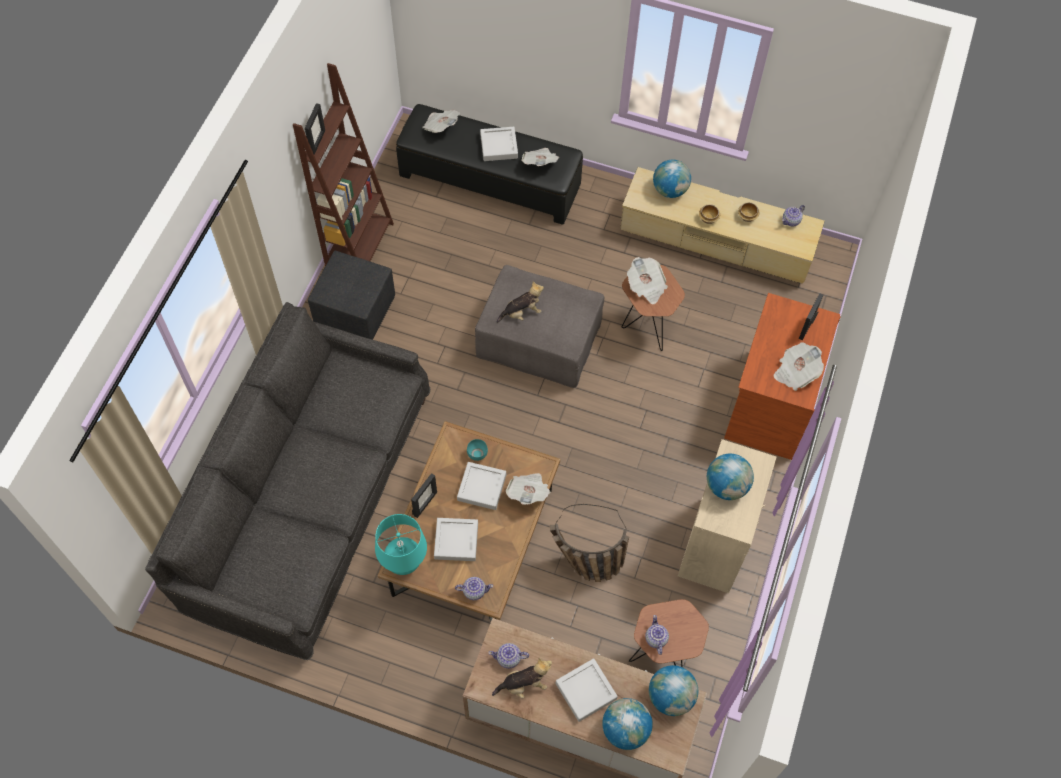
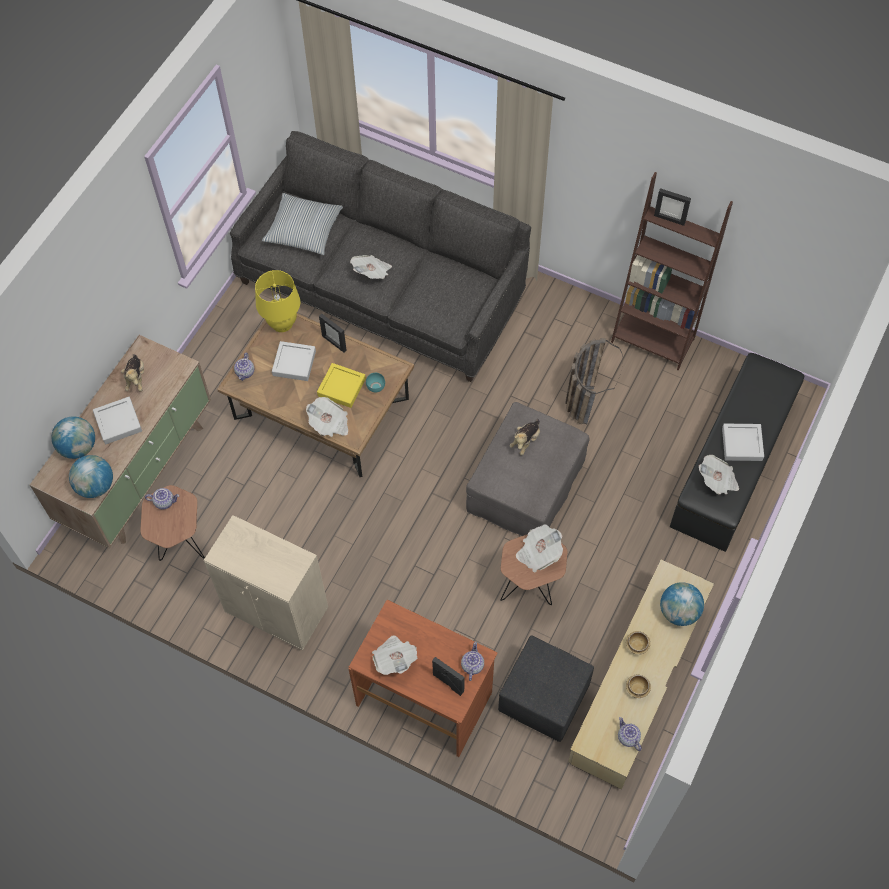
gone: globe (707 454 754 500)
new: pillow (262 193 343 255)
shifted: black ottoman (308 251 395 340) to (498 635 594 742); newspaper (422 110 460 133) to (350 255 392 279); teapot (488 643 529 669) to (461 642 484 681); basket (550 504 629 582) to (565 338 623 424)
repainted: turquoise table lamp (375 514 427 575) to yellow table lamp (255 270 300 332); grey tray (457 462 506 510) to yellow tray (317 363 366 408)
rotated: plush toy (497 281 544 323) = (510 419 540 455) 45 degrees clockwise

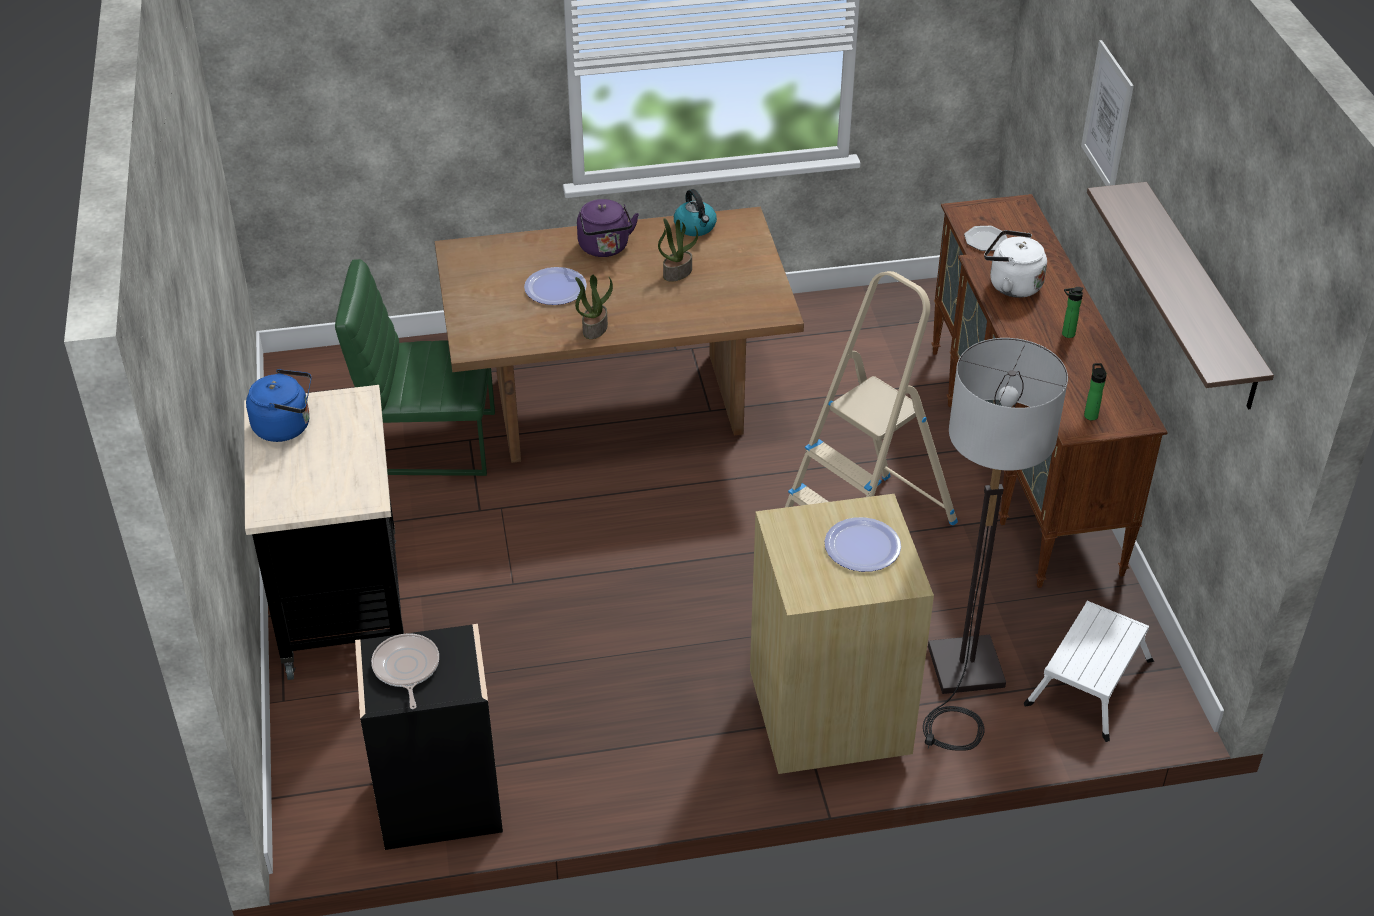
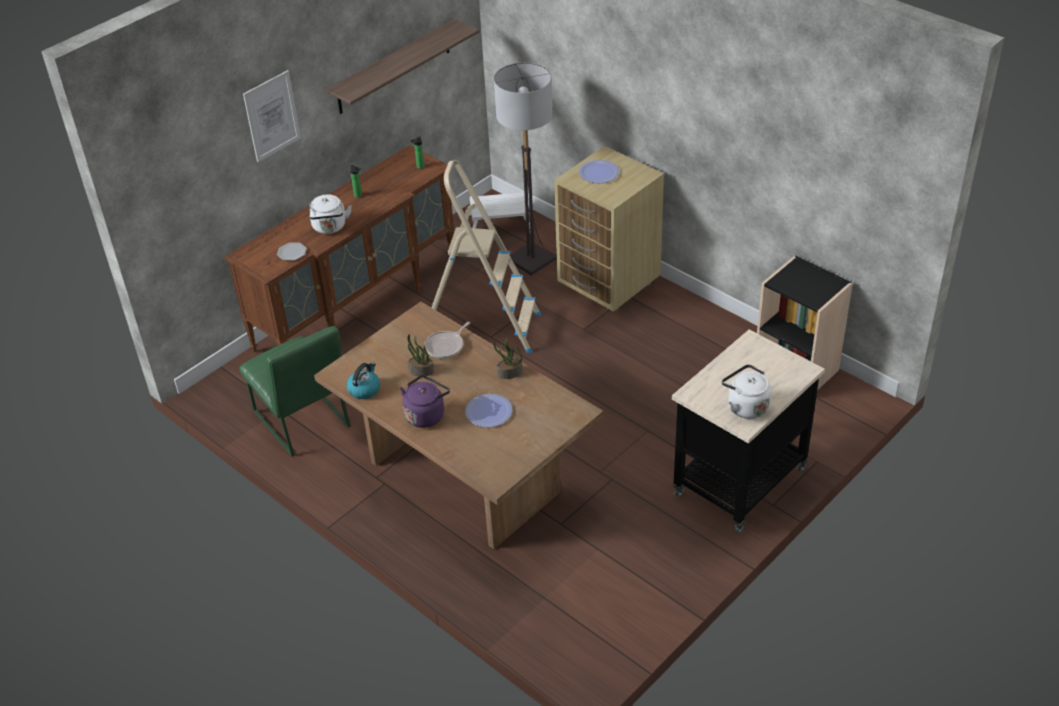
shifted: green chair (335 259 495 476) to (239 326 351 457); frying pan (371 633 439 709) to (425 322 470 359)
repainted: blue kettle (246 369 311 442) to white kettle (722 364 771 419)

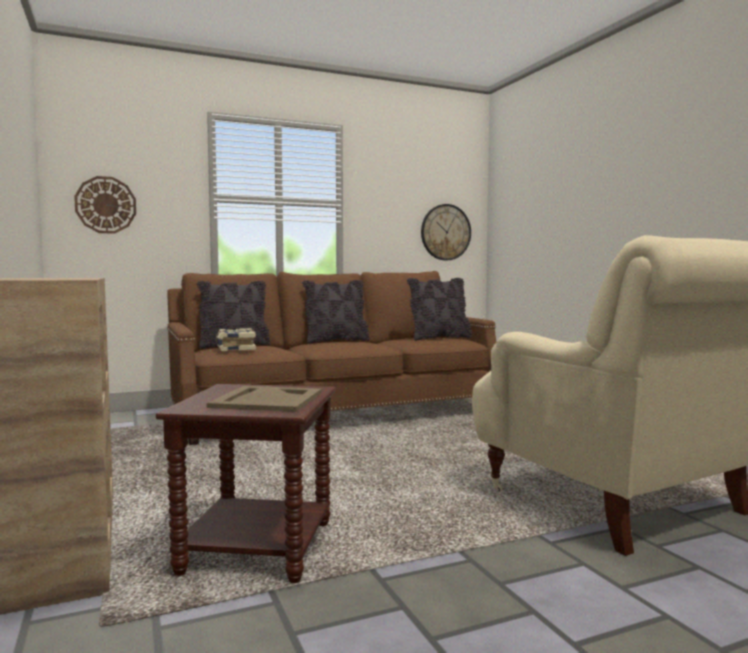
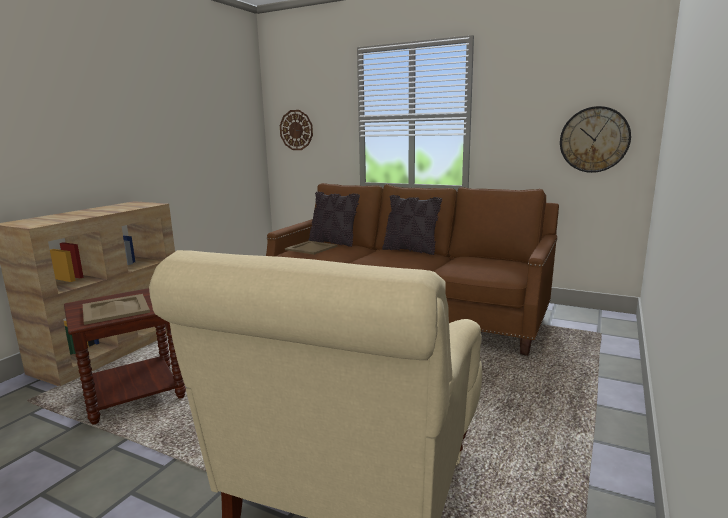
gone: black pillow (407 278 472 341)
swapped: book (216 328 256 351) to beige tray (285 241 338 255)

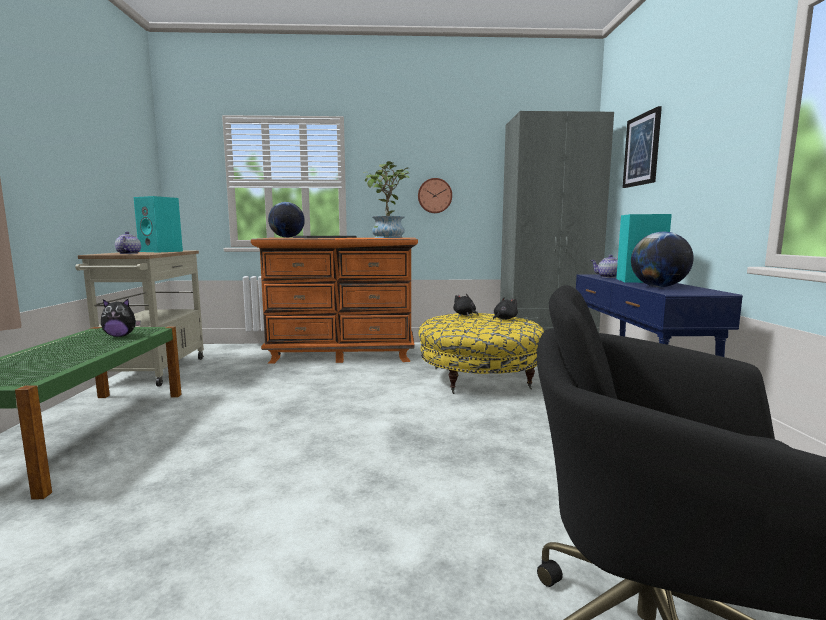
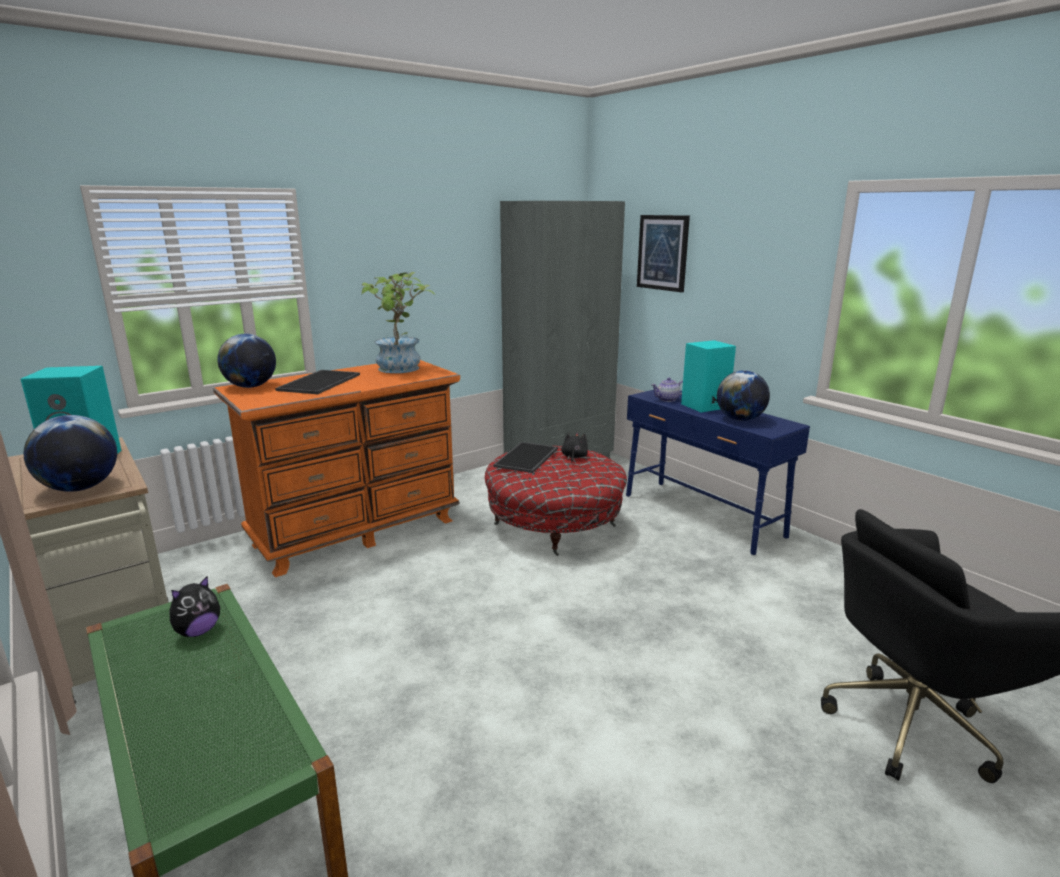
gone: wall clock (418 178 452 213)
swapped: teapot (115 232 141 254) to globe (24 415 117 492); black plush toy (453 294 478 315) to tray (493 442 558 473)
repainted: yellow ottoman (418 313 544 394) to red ottoman (485 446 627 556)

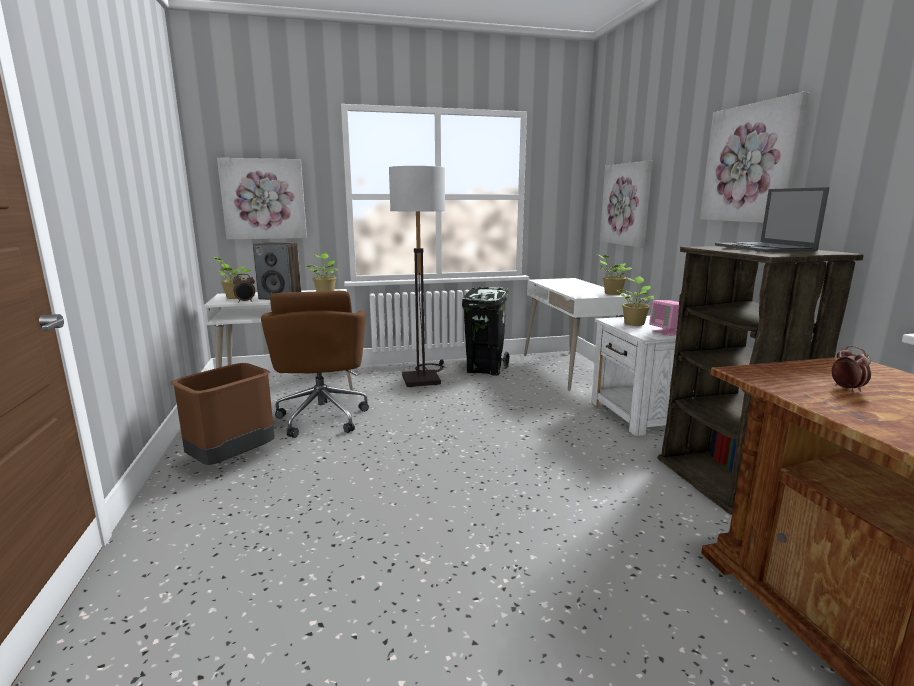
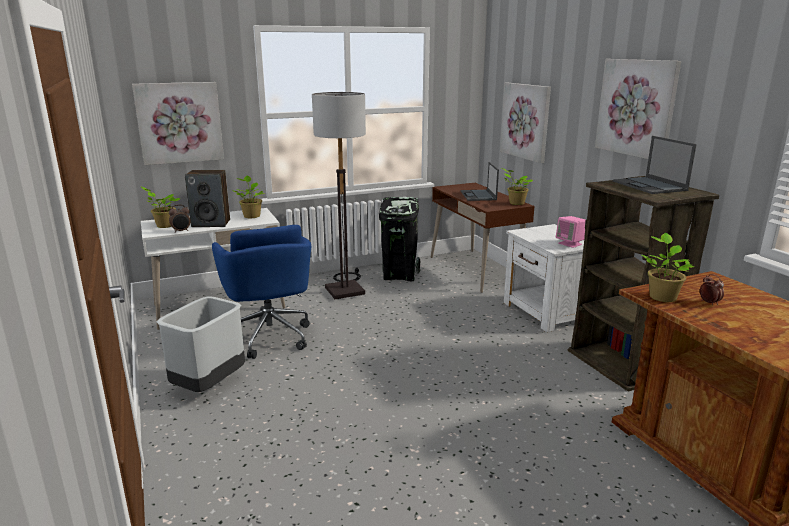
new: laptop (461 162 499 201)
shifted: potted plant (616 276 655 326) to (642 233 694 302)
repainted: brown trash can (171 363 275 465) to grey trash can (157 296 245 392); brown office chair (261 291 369 438) to blue office chair (212 225 311 359); white desk (524 278 633 391) to brown desk (431 183 535 293)

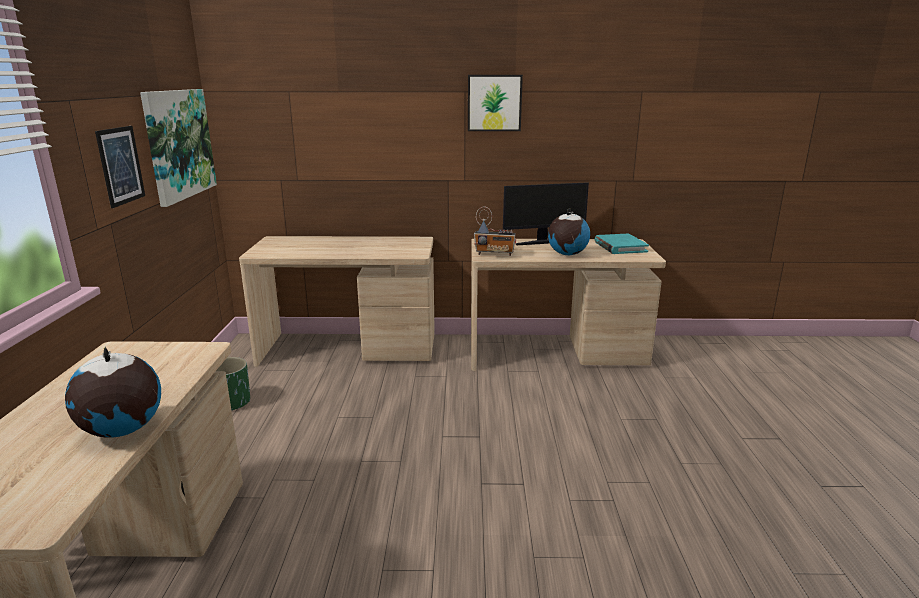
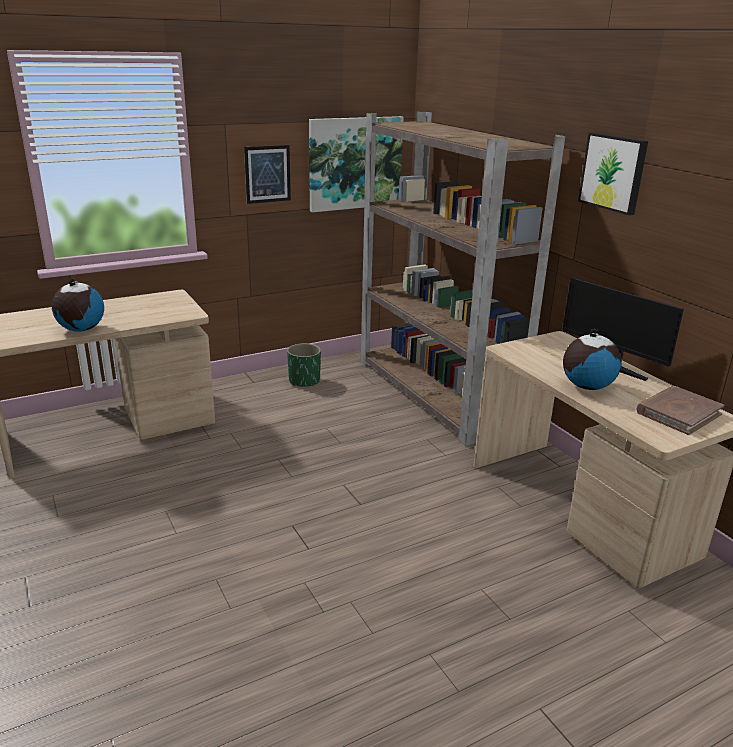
gone: radio (474 207 516 256)
swapped: beige desk (239 236 435 367) to brown bookcase (361 112 566 446)
repainted: turquoise book (594 234 649 254) to brown book (636 386 724 435)

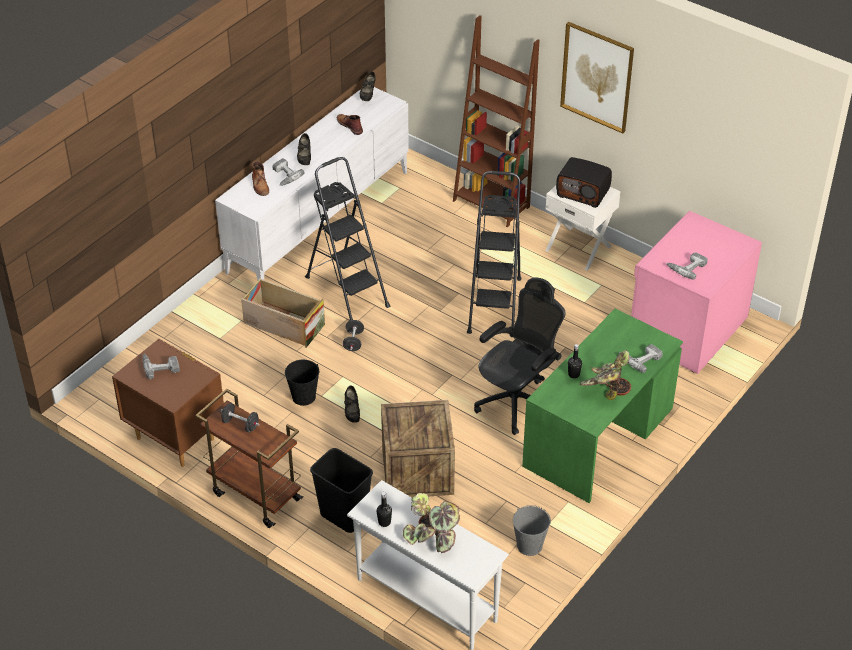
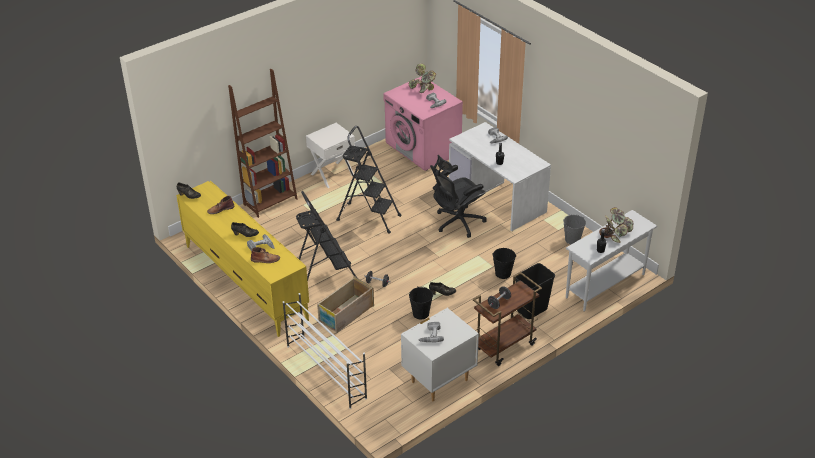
gone: radio (556 157 612 208); picture (560 22 634 133)
new: white shoe rack (283 293 367 409)
shifted: potted plant (580 350 631 400) to (409 63 436 93)
swapped: crate (381 400 455 497) to black bucket (492 248 516 279)
repainted: brown nightstand (112 339 224 467) to white nightstand (401 308 479 401); white cabinet (215 87 409 280) to yellow cabinet (176 181 309 337); green desk (522 308 683 503) to white desk (449 122 551 231)
rotated: office chair (474 277 566 435) = (430 155 486 238) 90 degrees counterclockwise

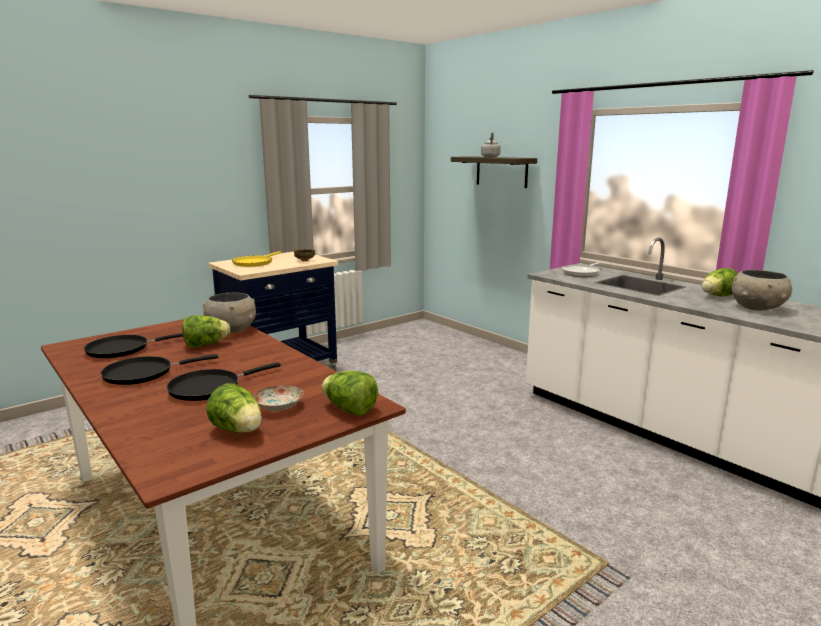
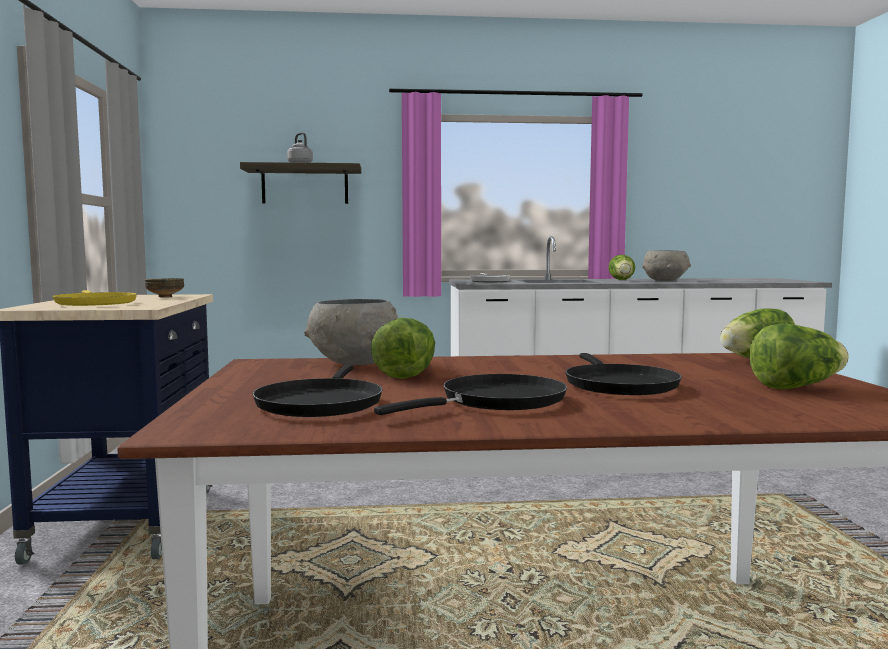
gone: plate (253 385 304 411)
rotated: black frying pan (100 354 219 385) = (374 374 567 415) 135 degrees counterclockwise

